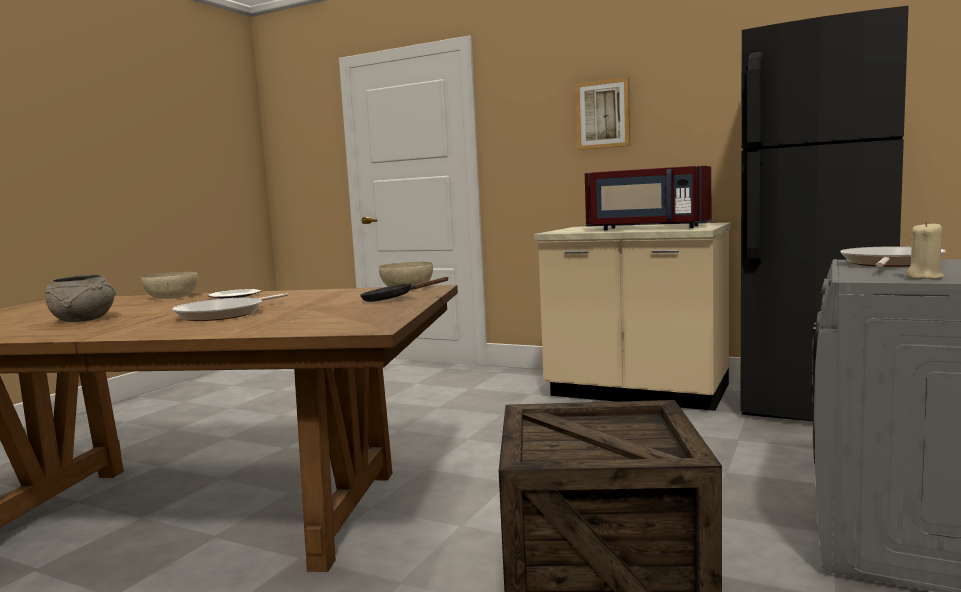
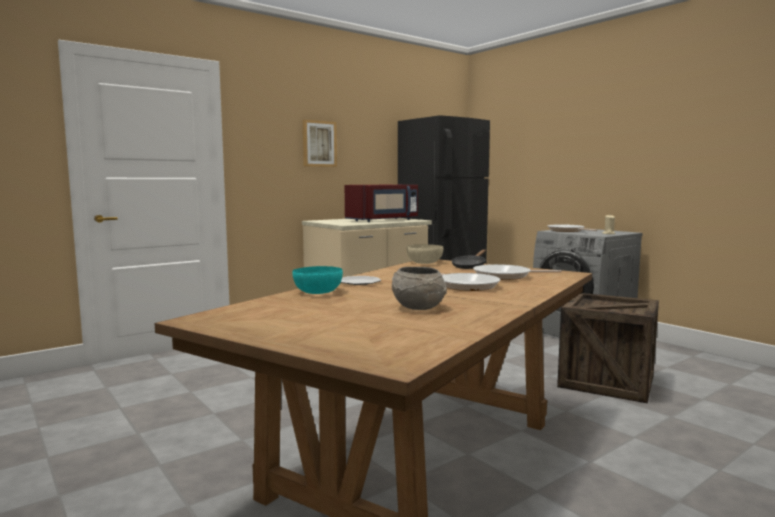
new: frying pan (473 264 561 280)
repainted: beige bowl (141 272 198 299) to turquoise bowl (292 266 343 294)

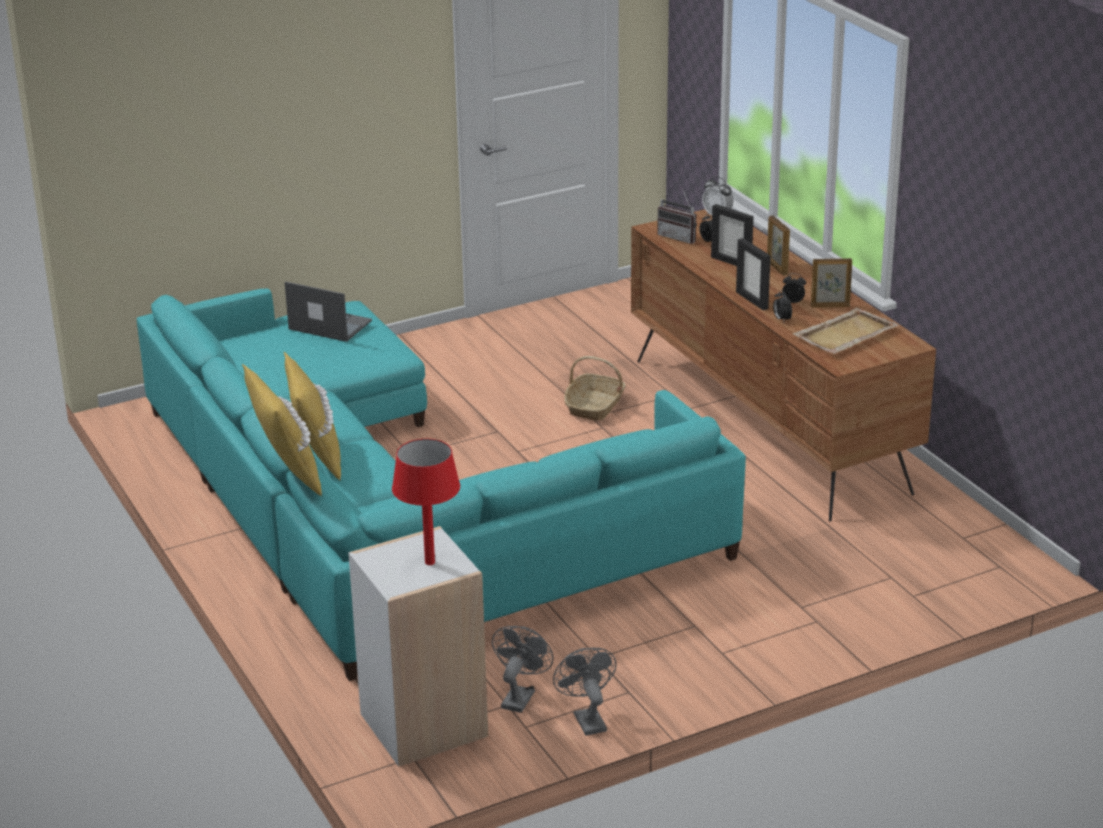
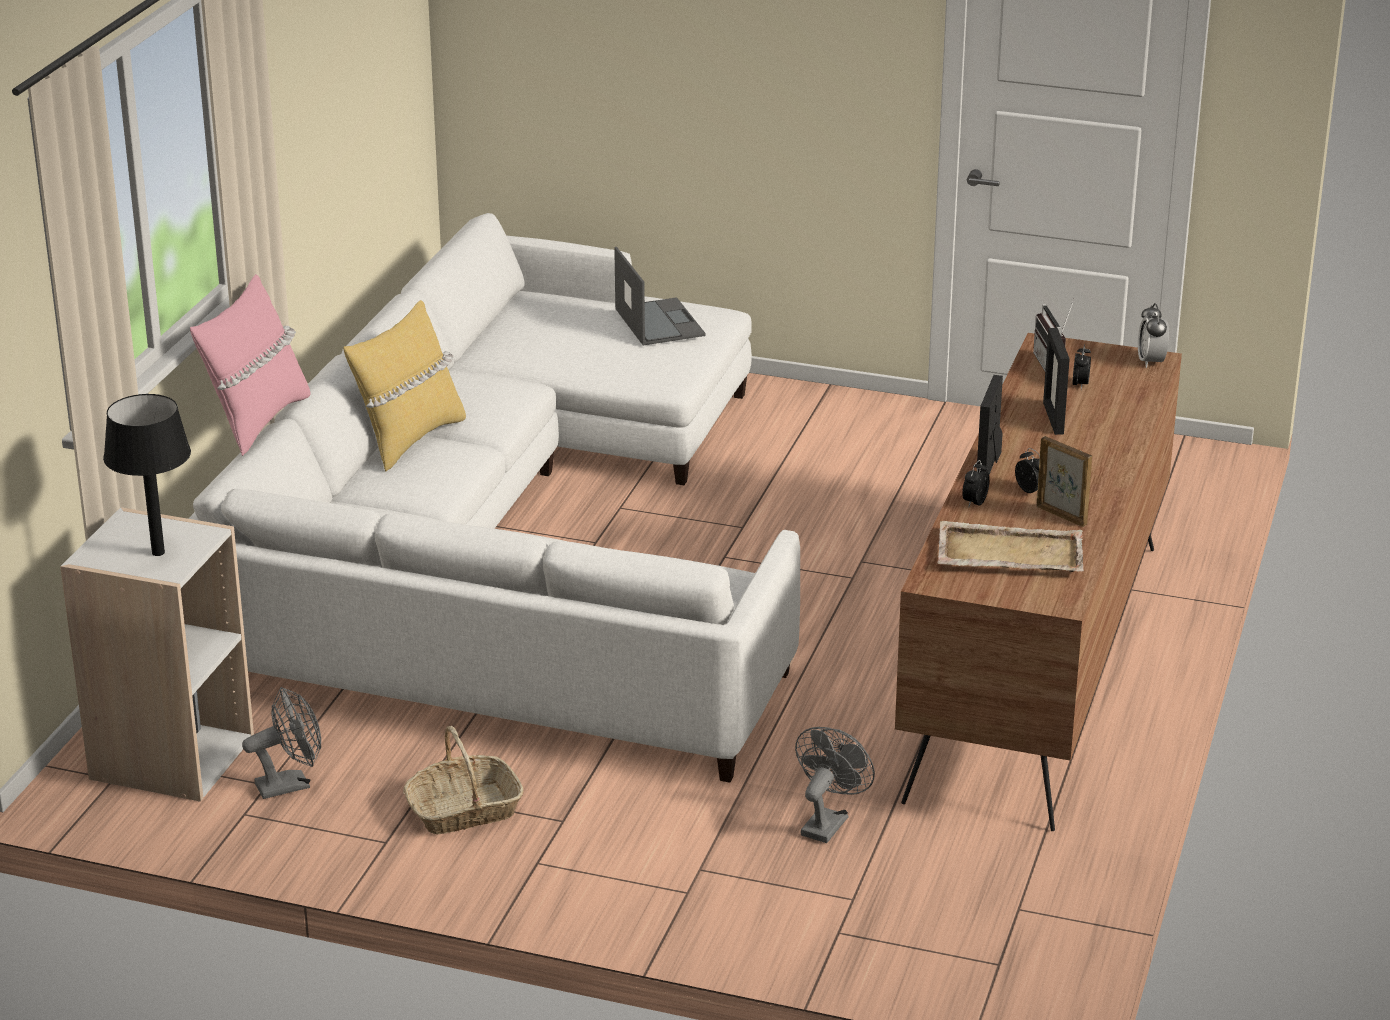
gone: picture frame (767 216 790 276)
shifted: grey fan (553 648 617 736) to (795 727 875 843); basket (564 356 626 421) to (403 726 523 835)
repainted: turquoise sofa (137 288 746 681) to white sofa (188 213 800 783); yellow pillow (242 364 322 496) to pink pillow (190 274 310 456); red table lamp (392 439 460 565) to black table lamp (103 394 191 556)

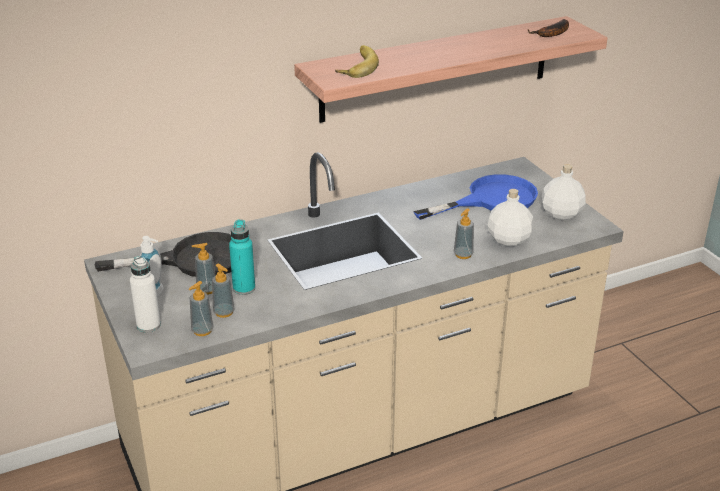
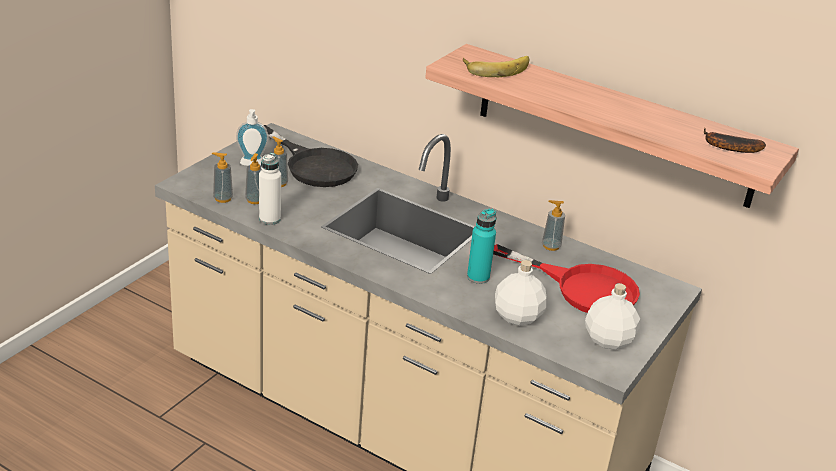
shifted: white bottle (130 256 161 332) to (259 153 281 225); turquoise bottle (229 219 255 295) to (467 208 496 284); soap dispenser (454 208 474 259) to (542 200 565 251)
repainted: blue frying pan (413 174 538 220) to red frying pan (493 244 640 313)

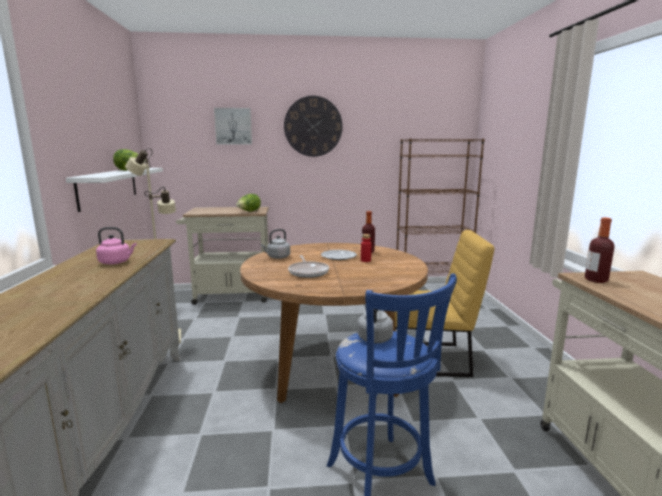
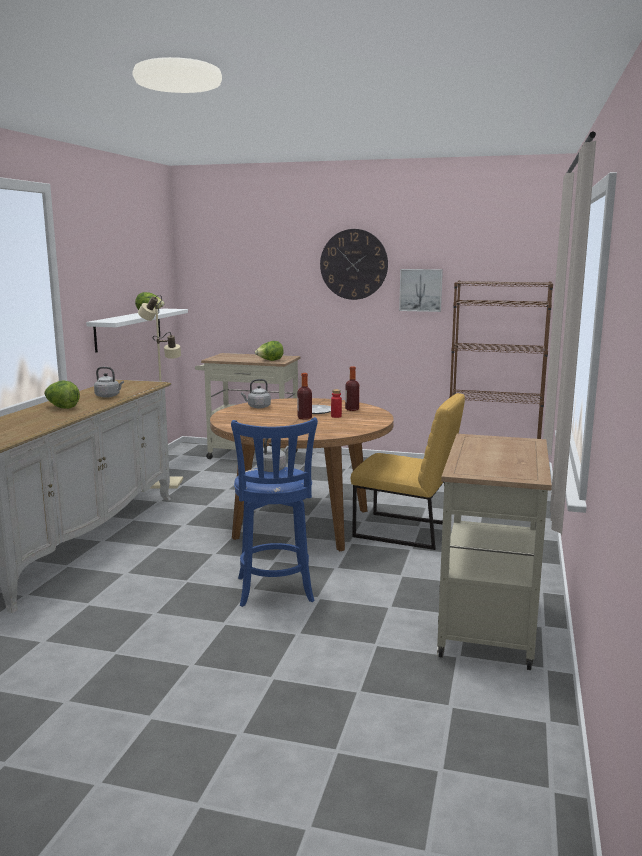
gone: frying pan (288 255 329 278)
new: lettuce (44 380 80 409)
shifted: picture (214 108 252 145) to (399 269 443 312); bottle (585 218 615 283) to (297 373 312 420)
repainted: pink kettle (96 227 137 265) to grey kettle (94 367 124 398)

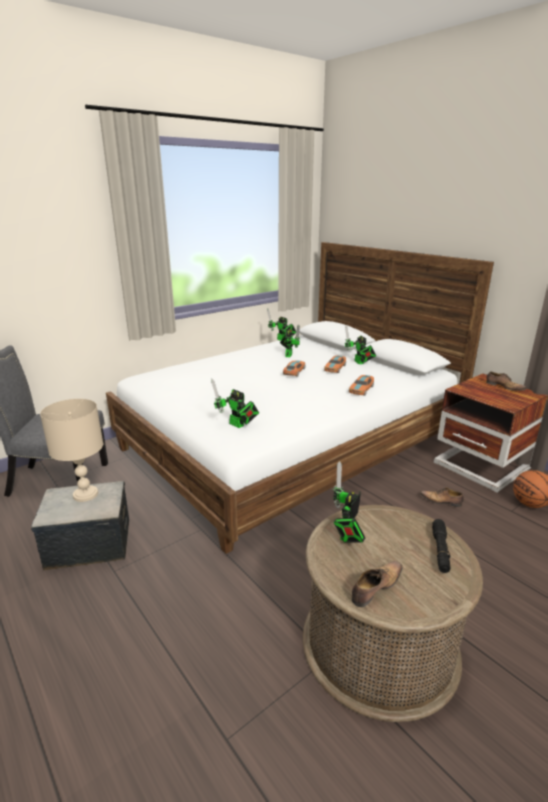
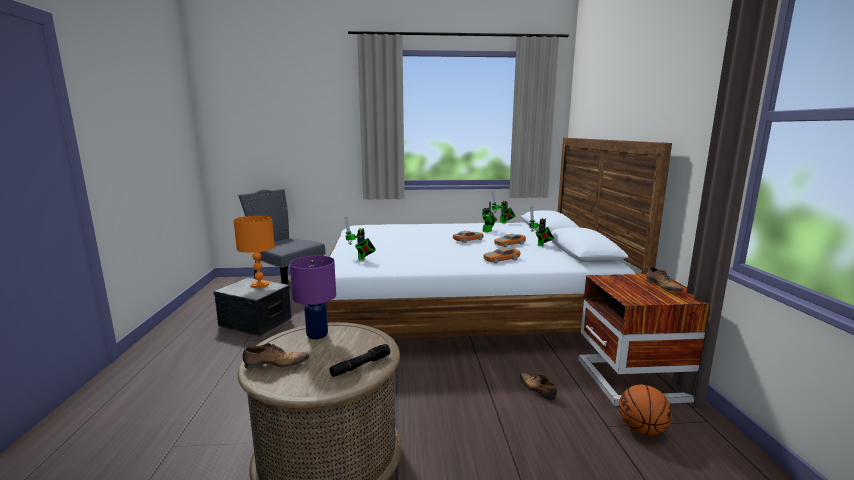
swapped: toy robot (333 461 365 543) to purple table lamp (290 255 336 339)
repainted: beige table lamp (40 399 103 502) to orange table lamp (233 215 275 288)

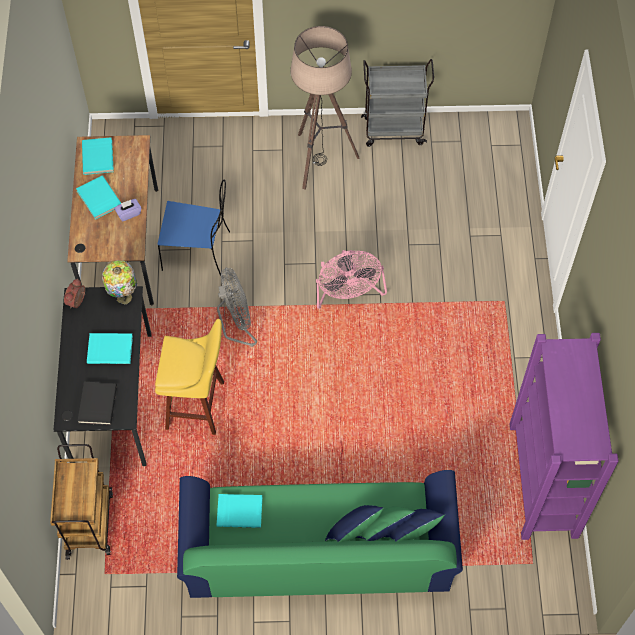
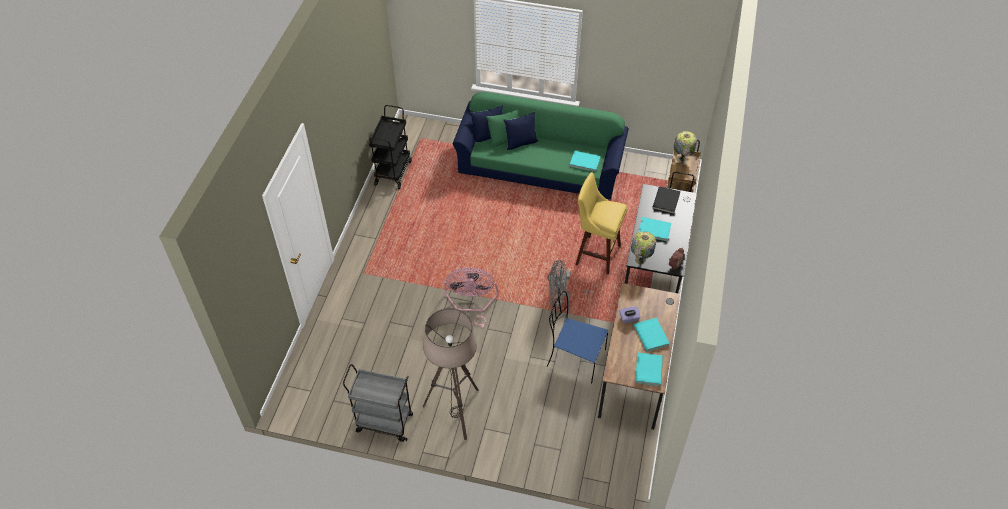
new: table lamp (674 131 697 163)
swapped: purple bookcase (510 333 618 540) to black cart (369 105 412 189)

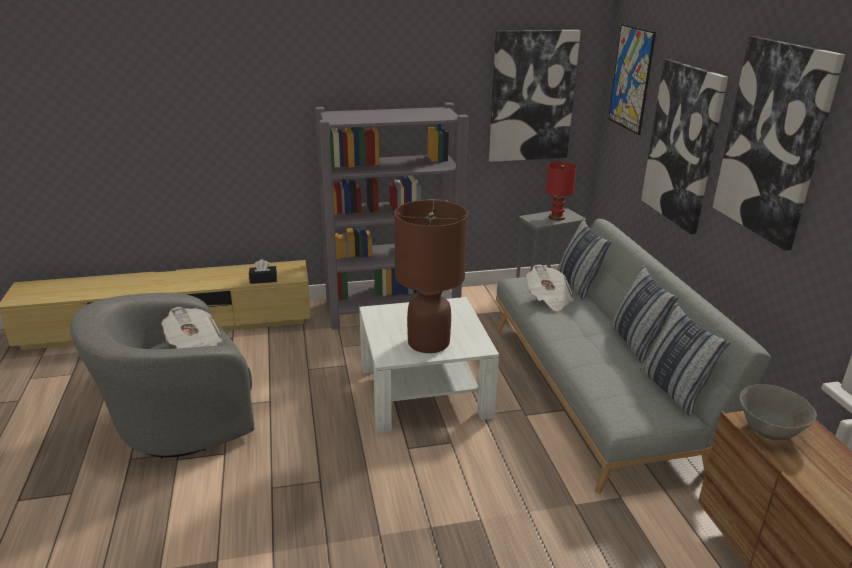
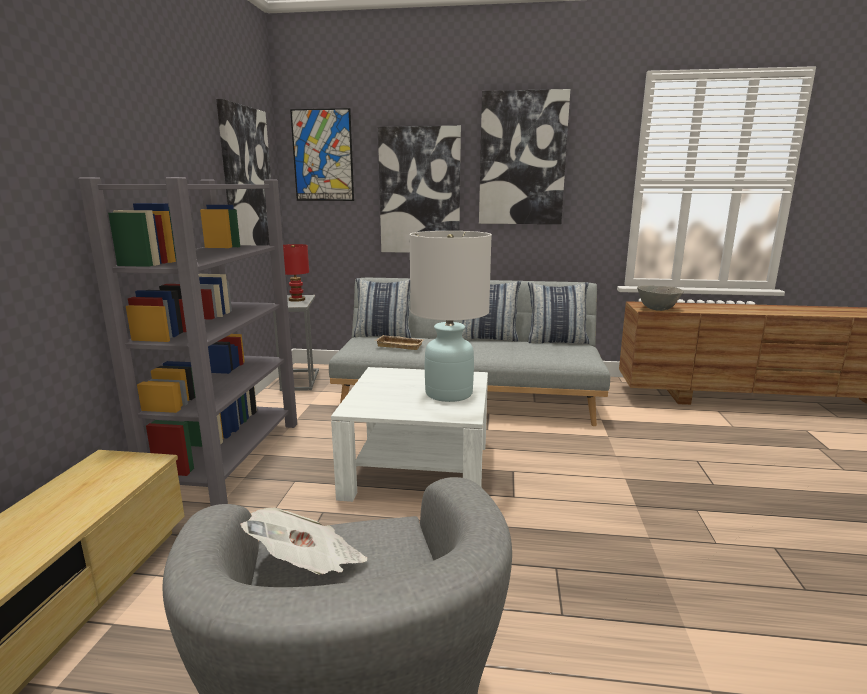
gone: black tissue box (249 259 277 284)
swapped: newspaper (526 265 574 311) to beige tray (376 335 425 350)
repainted: brown table lamp (394 200 468 353) to white table lamp (409 231 492 402)

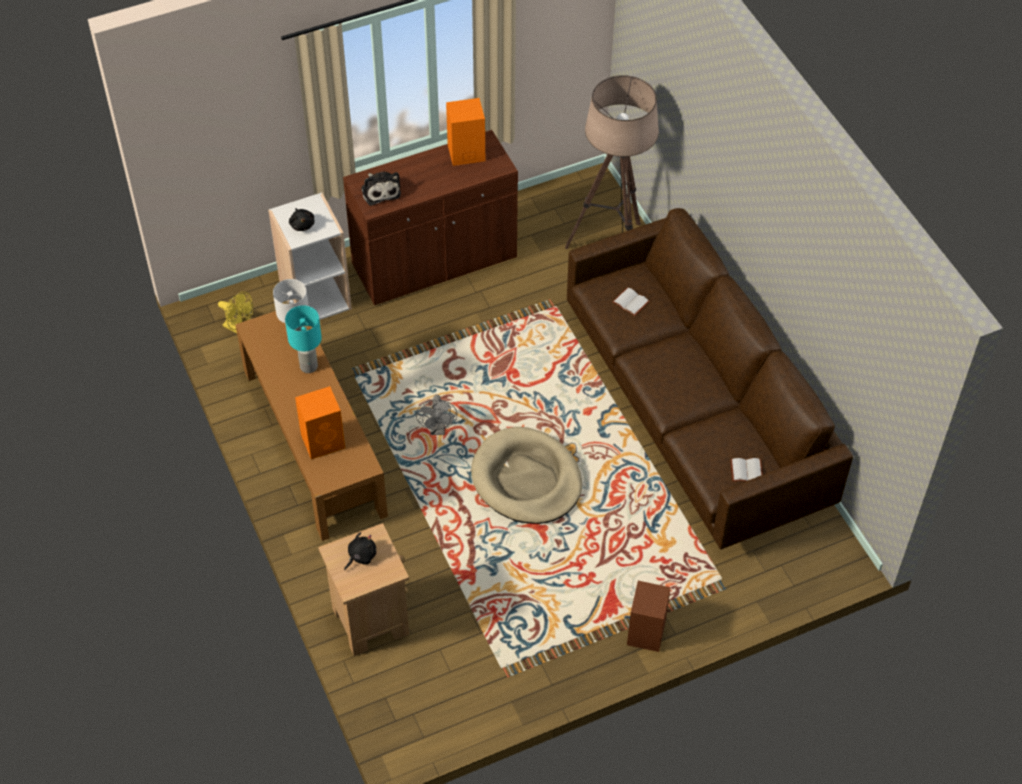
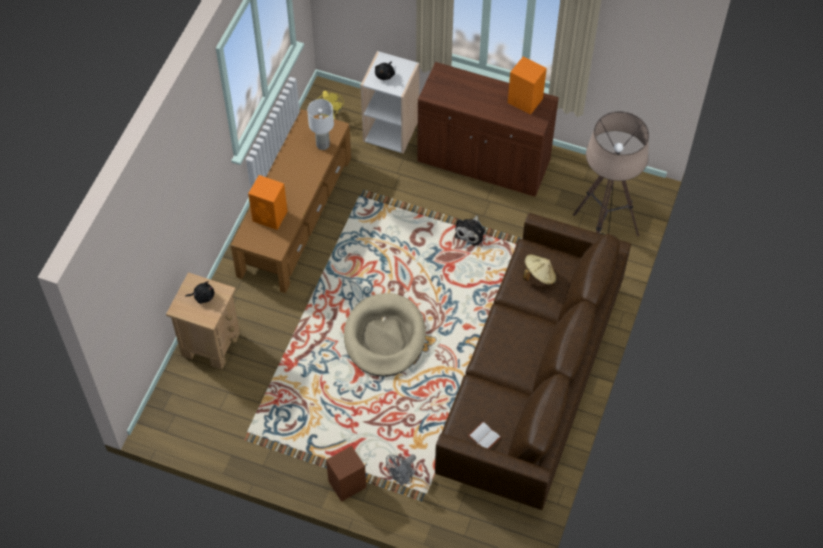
gone: turquoise table lamp (285 305 322 373)
shifted: plush toy (361 172 401 206) to (455 215 485 246); grey fan (416 394 458 435) to (386 454 416 485)
swapped: white book (612 287 650 316) to beige hat (523 254 556 285)

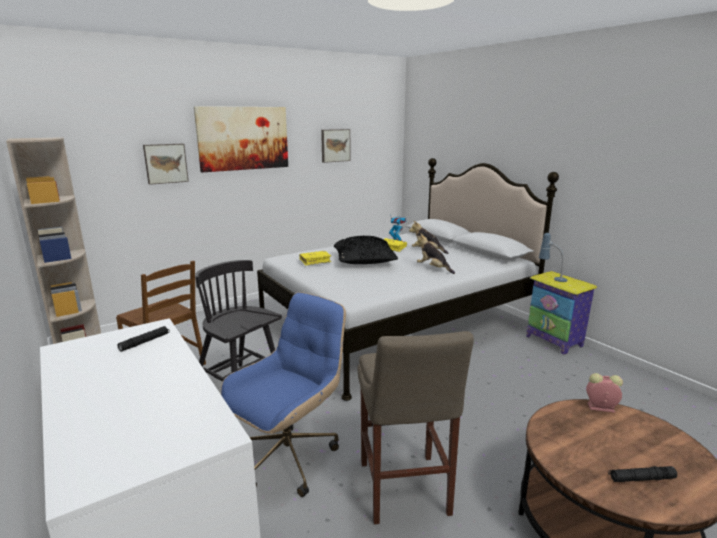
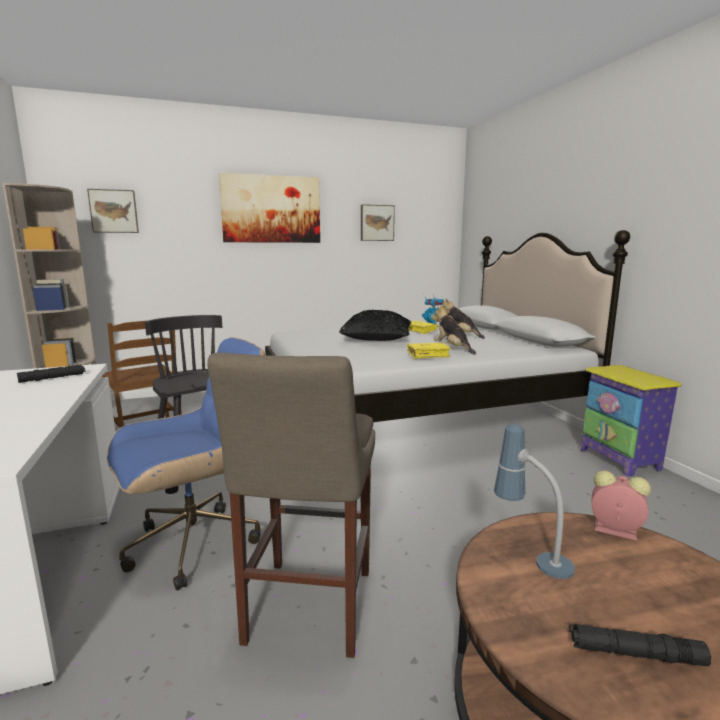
shifted: picture (143 144 189 185) to (87 189 139 233); yellow book (299 251 331 265) to (407 343 451 359); table lamp (539 233 567 282) to (494 423 575 579)

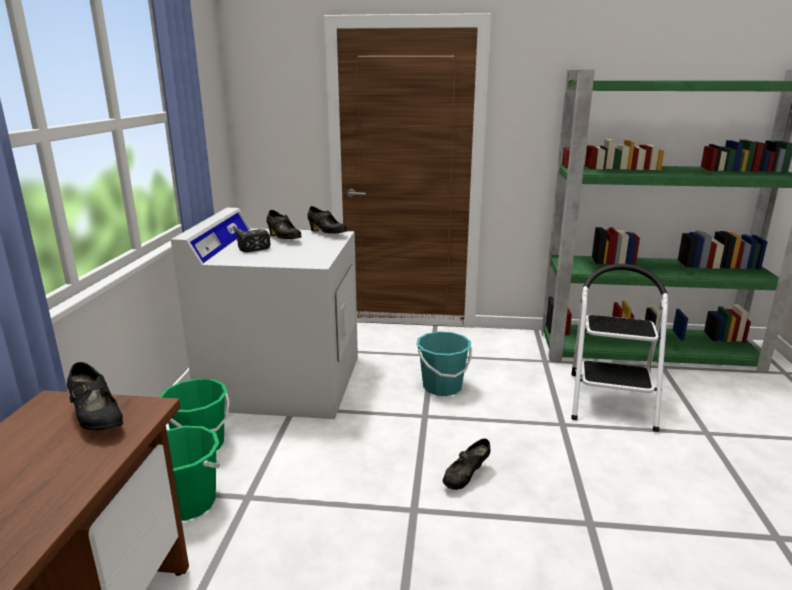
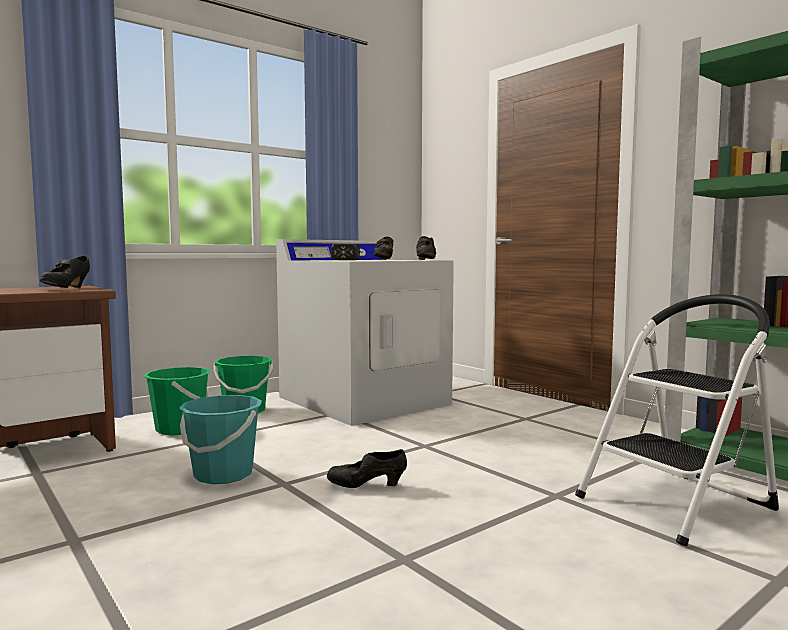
shifted: turquoise bucket (416 331 472 396) to (179 395 262 484)

